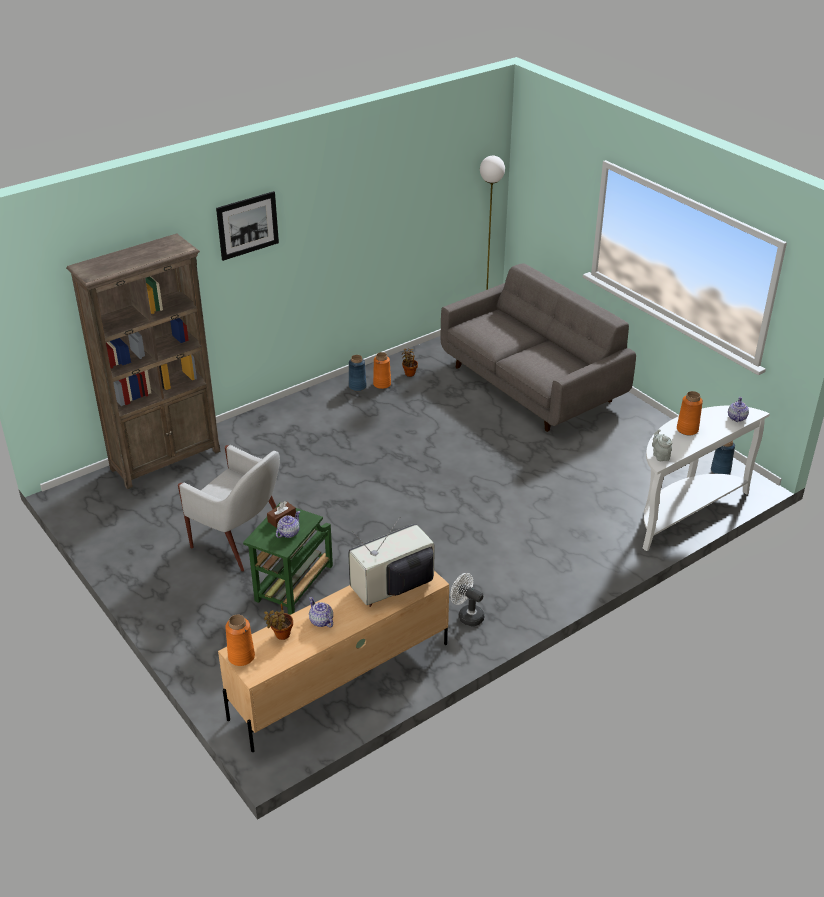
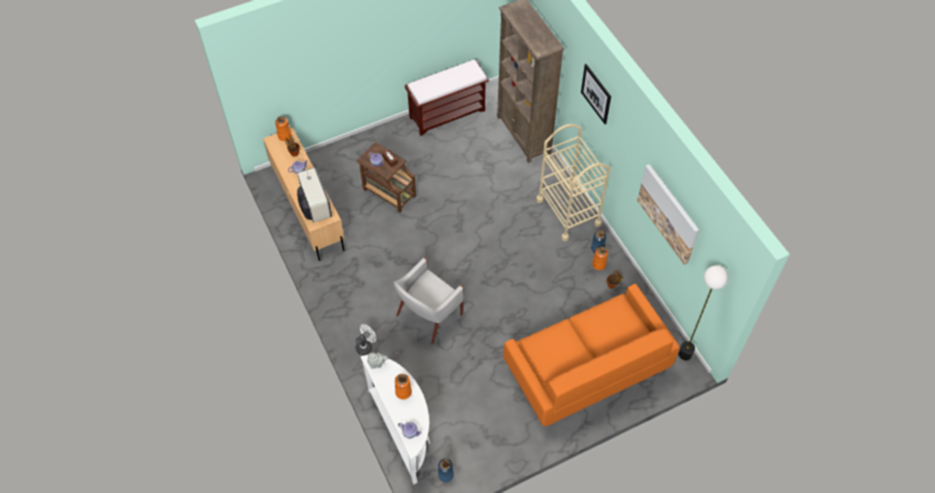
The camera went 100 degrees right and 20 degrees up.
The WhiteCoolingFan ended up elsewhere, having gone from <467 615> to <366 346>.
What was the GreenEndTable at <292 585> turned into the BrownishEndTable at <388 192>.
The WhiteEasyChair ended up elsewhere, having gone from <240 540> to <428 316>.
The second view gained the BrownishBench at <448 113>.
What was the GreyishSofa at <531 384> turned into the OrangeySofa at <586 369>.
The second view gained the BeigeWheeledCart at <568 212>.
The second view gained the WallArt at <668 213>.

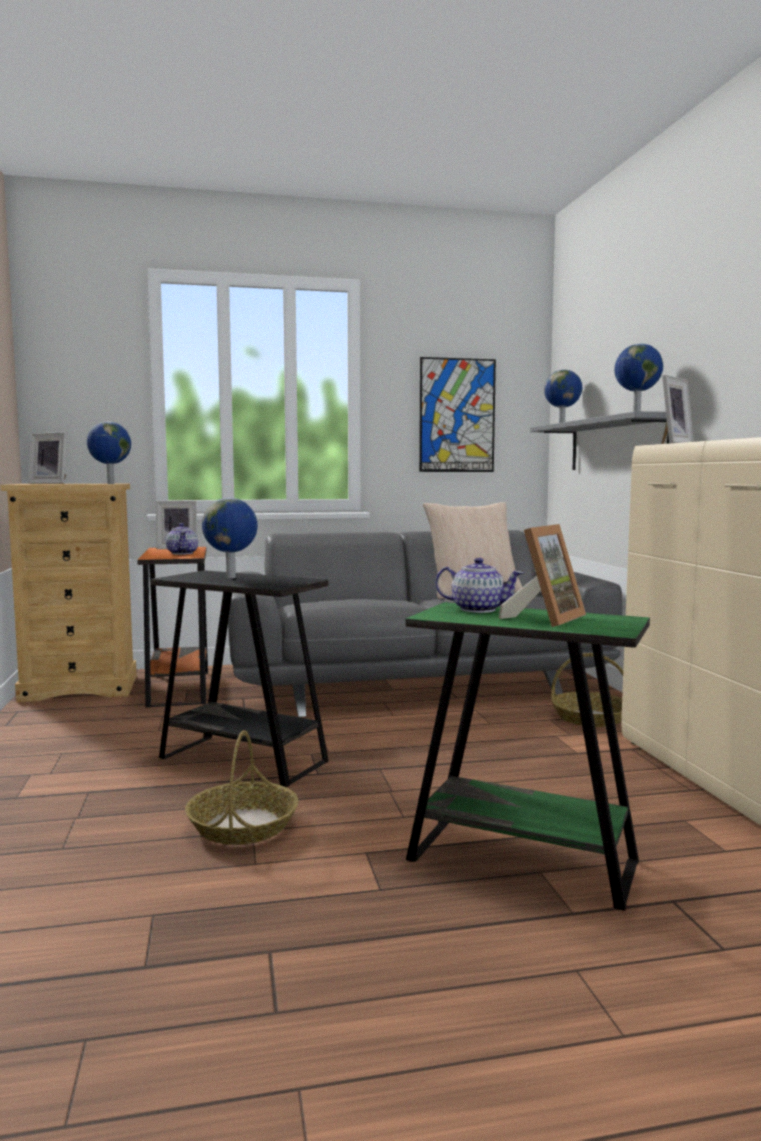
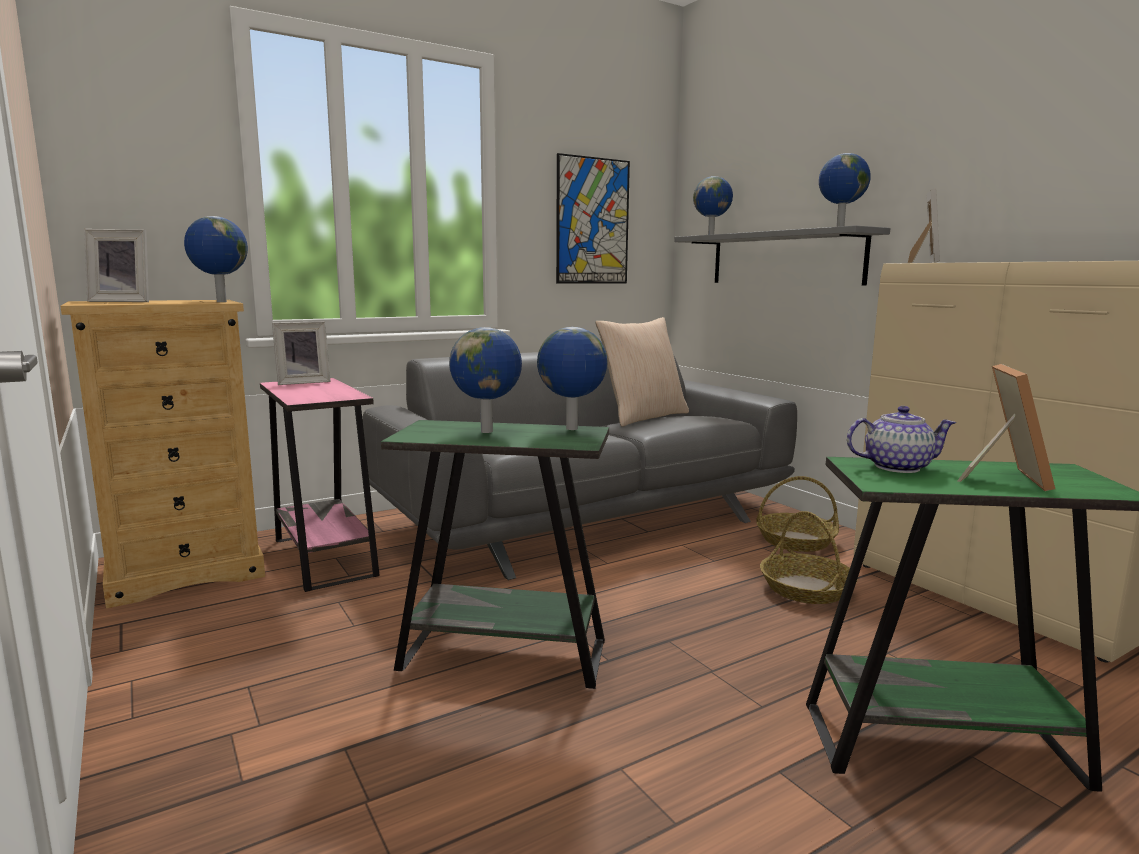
The camera went 20 degrees left and 5 degrees up.
What was the OrangeyEndTable at <179 689> turned into the PinkColouredEndTable at <324 557>.
What was the BlackColouredEndTable at <243 760> turned into the GreenEndTable at <503 655>.
The second view gained the WorldGlobe at <571 429>.
The HouseholdBasket ended up elsewhere, having gone from <242 825> to <805 588>.
The second view lost the Teapot at <182 553>.

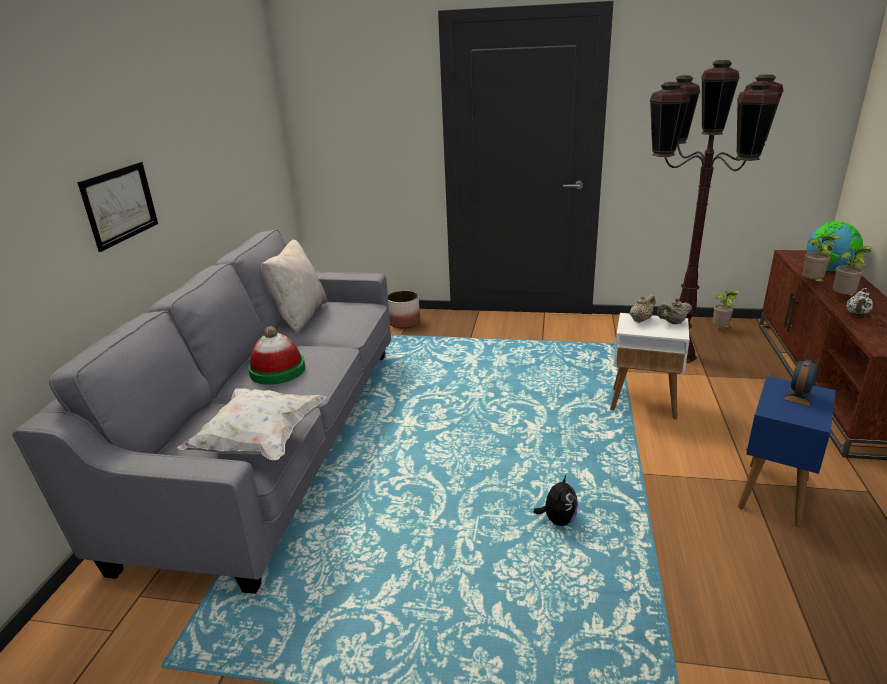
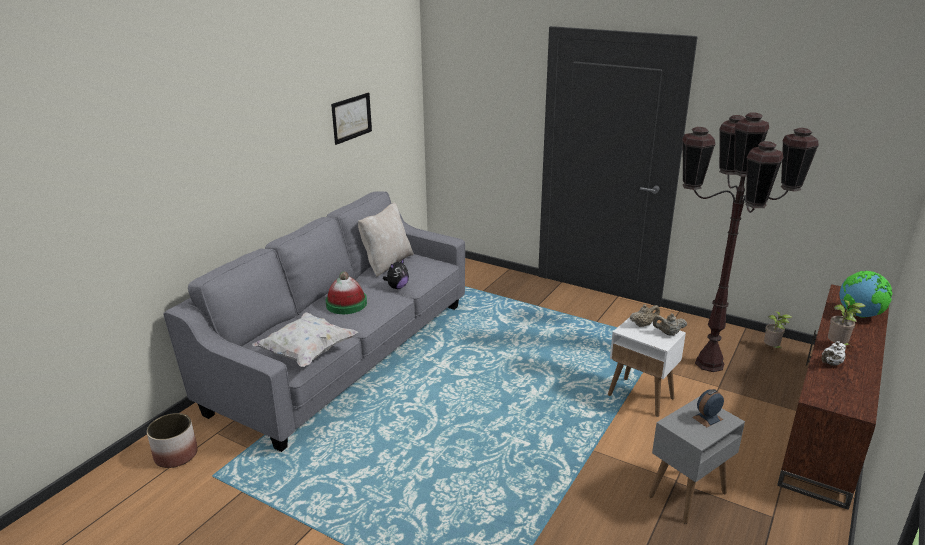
The camera went 20 degrees right and 0 degrees up.
The FlowerPot ended up elsewhere, having gone from <404 322> to <176 455>.
The WallArt ended up elsewhere, having gone from <120 204> to <351 118>.
The CuddlyToy ended up elsewhere, having gone from <558 520> to <397 287>.
What was the BluishEndTable at <773 494> turned into the GreyishEndTable at <687 495>.
The second view lost the PlantInAPot at <813 283>.

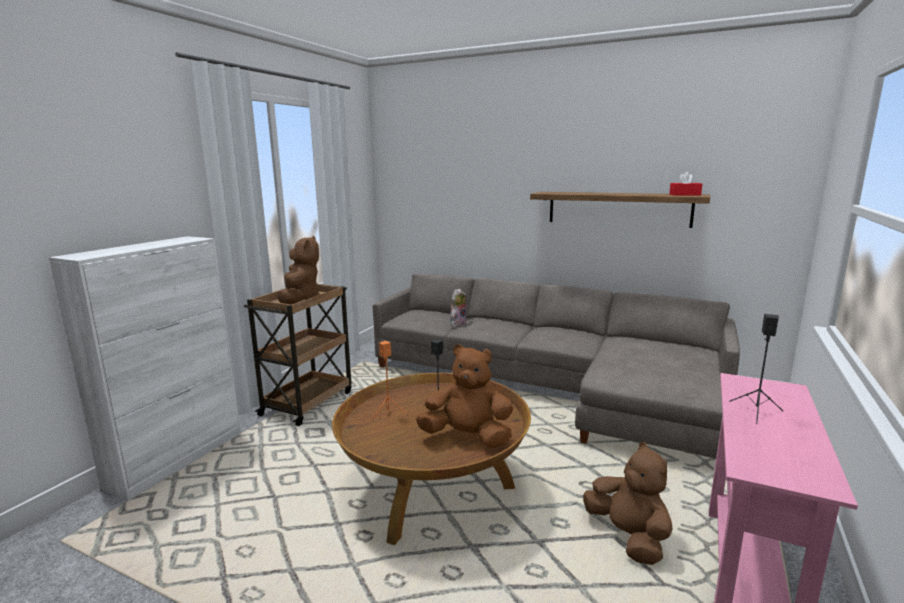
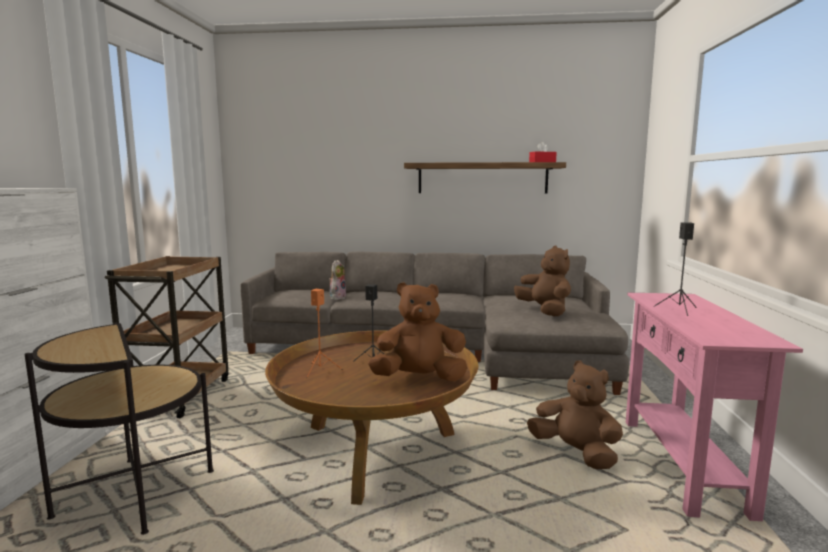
The camera went 20 degrees left and 5 degrees down.
The second view gained the EndTable at <137 494>.
The BrownishCuddlyToy ended up elsewhere, having gone from <300 299> to <544 311>.

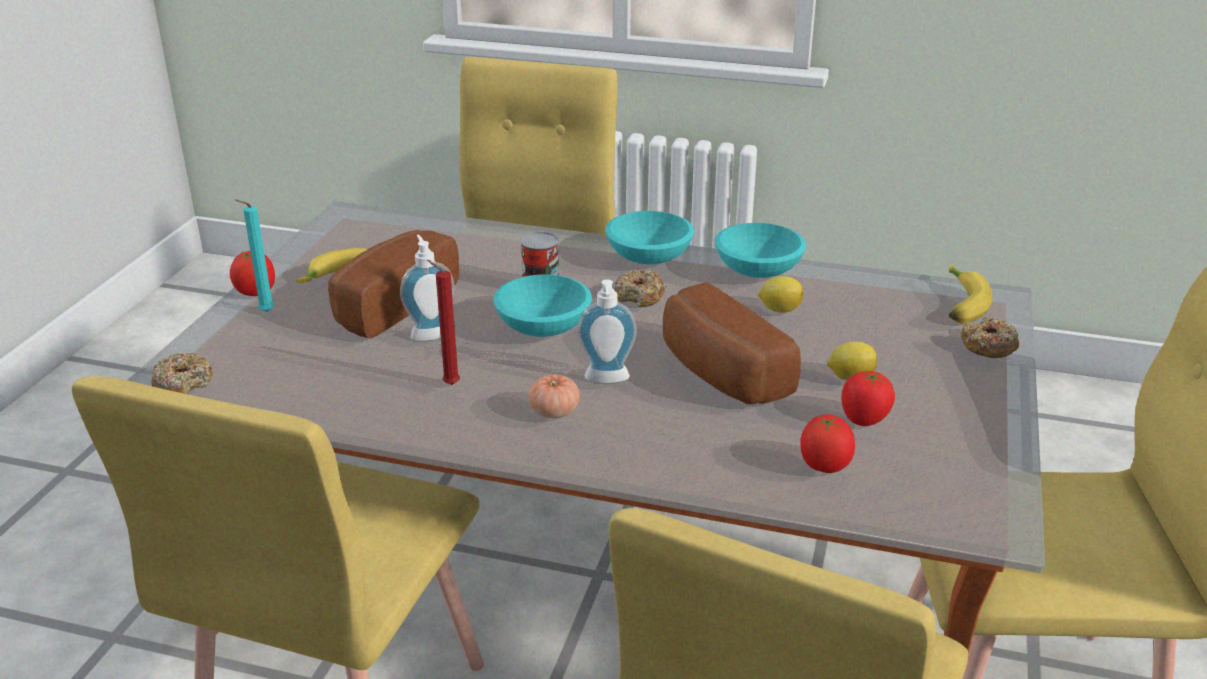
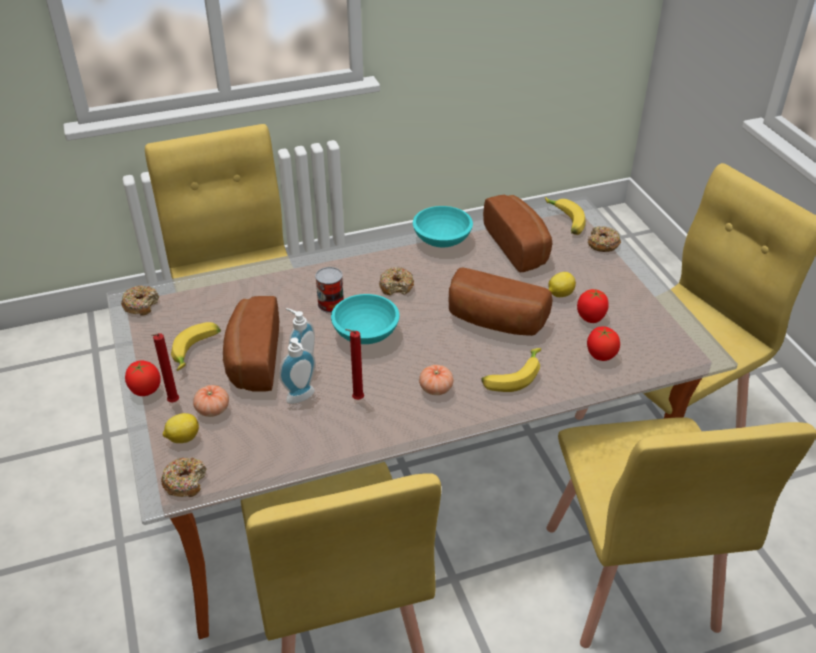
The camera went 35 degrees left and 10 degrees up.
The second view gained the Doughnut at <141 305>.
What was the TurquoiseColouredWaxLight at <264 312> turned into the RedWaxLight at <172 403>.
The Lemon ended up elsewhere, having gone from <779 309> to <183 438>.
The second view gained the WholeTomato at <212 409>.
The SoapDispenser ended up elsewhere, having gone from <607 380> to <302 398>.
The second view gained the Banana at <512 376>.
The second view gained the Bread at <519 246>.
The second view lost the TurquoiseColouredDeepDish at <648 258>.

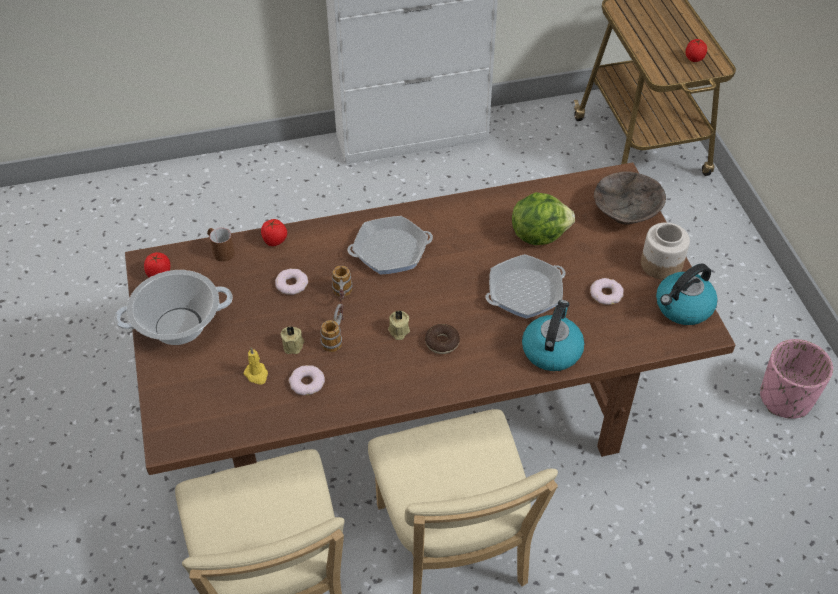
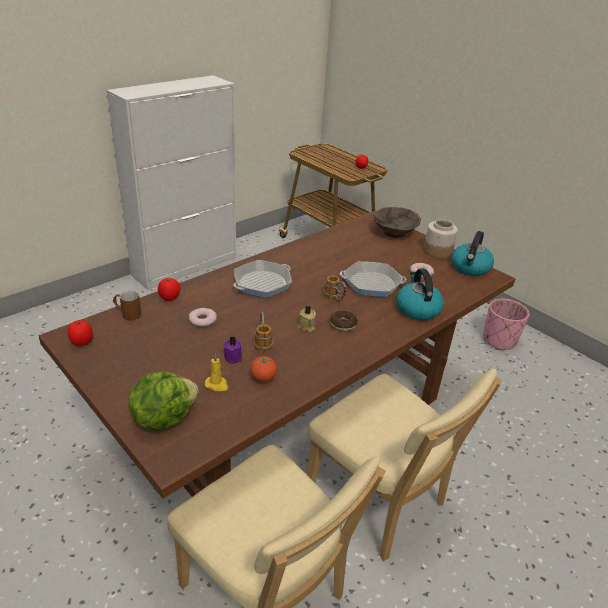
The camera went 30 degrees left and 15 degrees down.
The LettuceHead ended up elsewhere, having gone from <538 234> to <163 417>.
What was the BeigeWaxLight at <294 345> turned into the PurplishWaxLight at <233 357>.
Where the Doughnut stood at <307 383>, the WholeTomato came to stand at <263 378>.
The CoffeeMug ended up elsewhere, having gone from <342 296> to <335 300>.
The Skillet at <525 292> ended up facing another way, 60 degrees clockwise from before.
The second view lost the Stockpot at <179 325>.

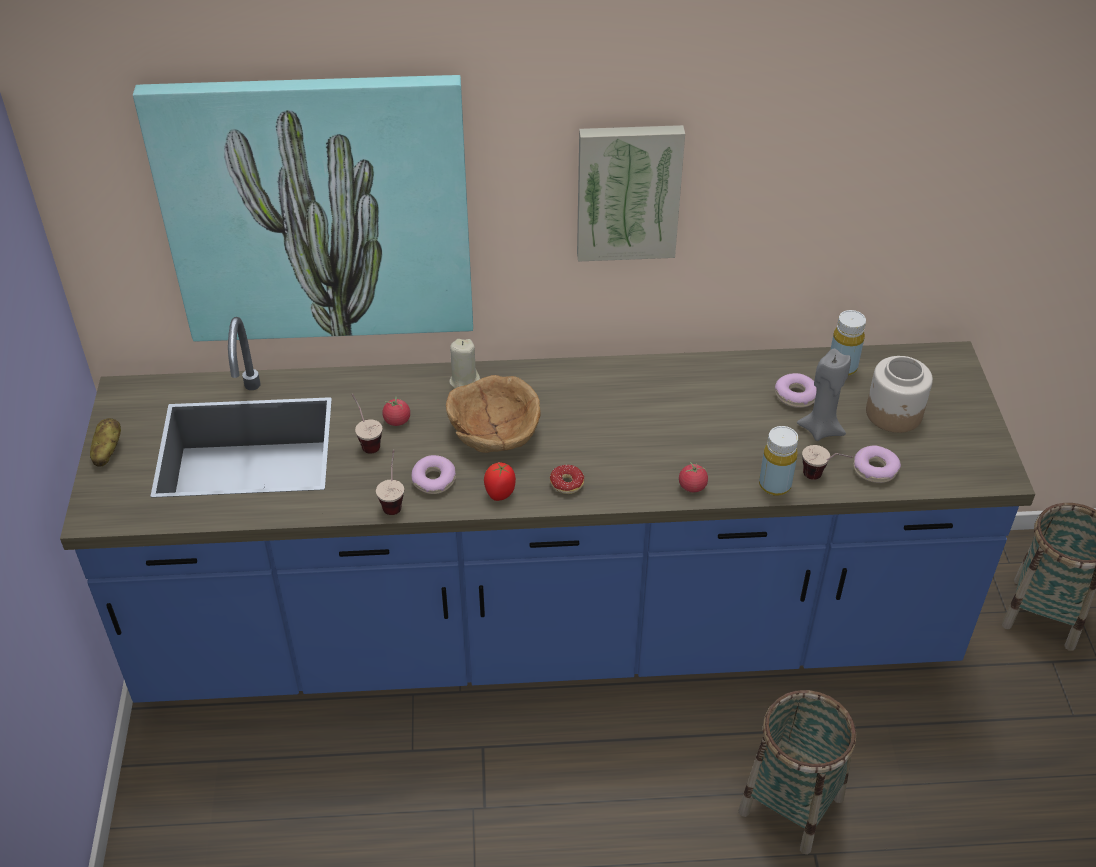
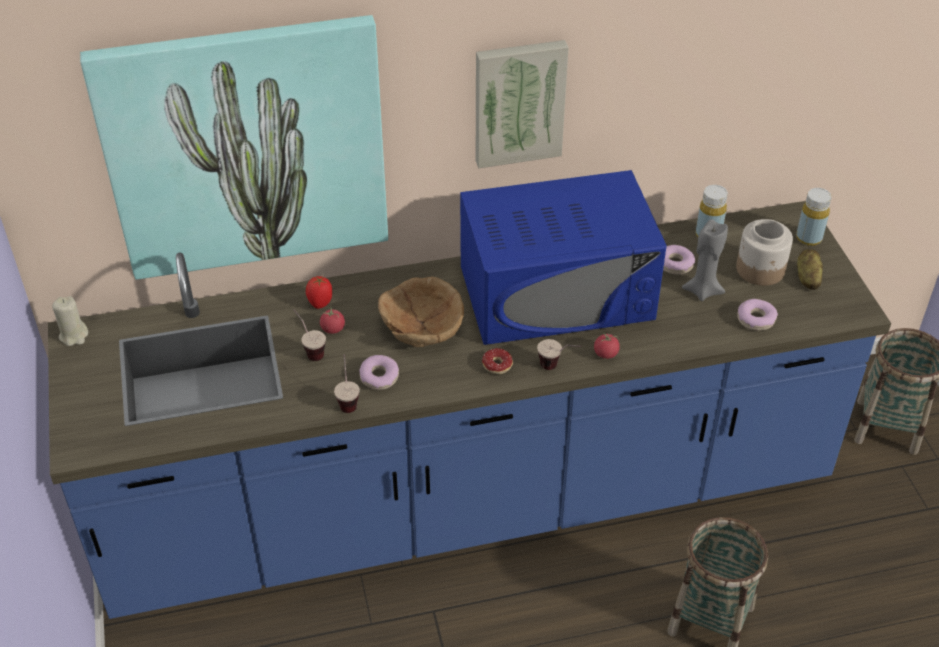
The camera went 10 degrees left and 0 degrees up.
The BeigeWaxLight ended up elsewhere, having gone from <465 382> to <74 335>.
The WholeTomato ended up elsewhere, having gone from <500 493> to <320 303>.
The second view gained the BluishKitchenMicrowave at <557 292>.
The Cup ended up elsewhere, having gone from <822 478> to <557 367>.
The YellowColouredBottle ended up elsewhere, having gone from <775 485> to <808 238>.
The Spud ended up elsewhere, having gone from <107 452> to <807 278>.

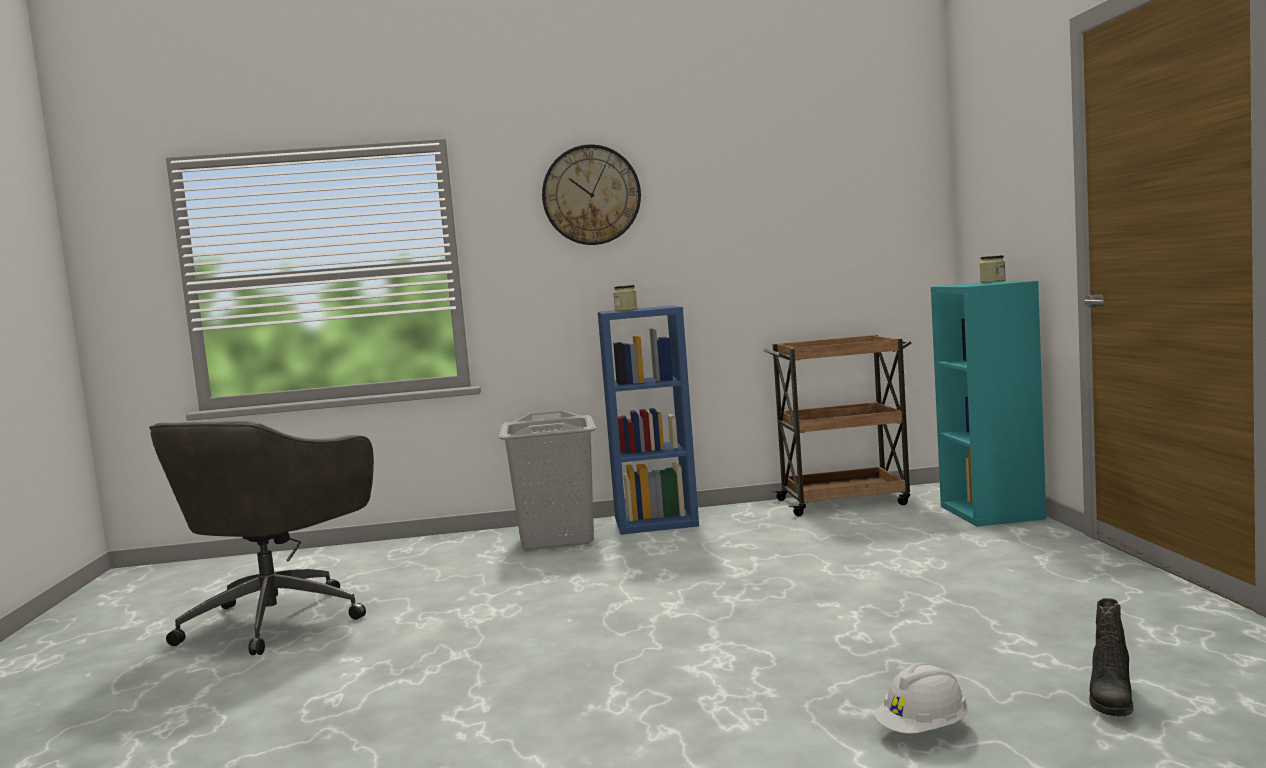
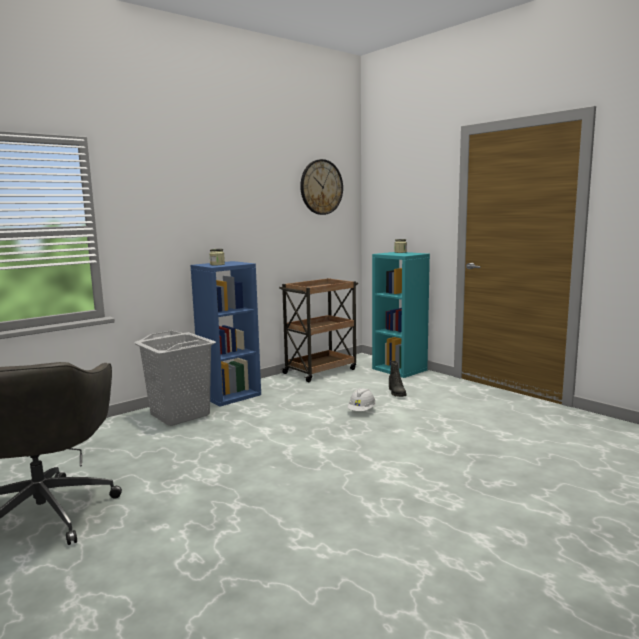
The camera went 35 degrees left and 5 degrees up.
The WallClock ended up elsewhere, having gone from <591 195> to <321 187>.
The WhiteWorkHelmet ended up elsewhere, having gone from <923 730> to <362 411>.
The BlackColouredBoot ended up elsewhere, having gone from <1110 699> to <396 393>.

